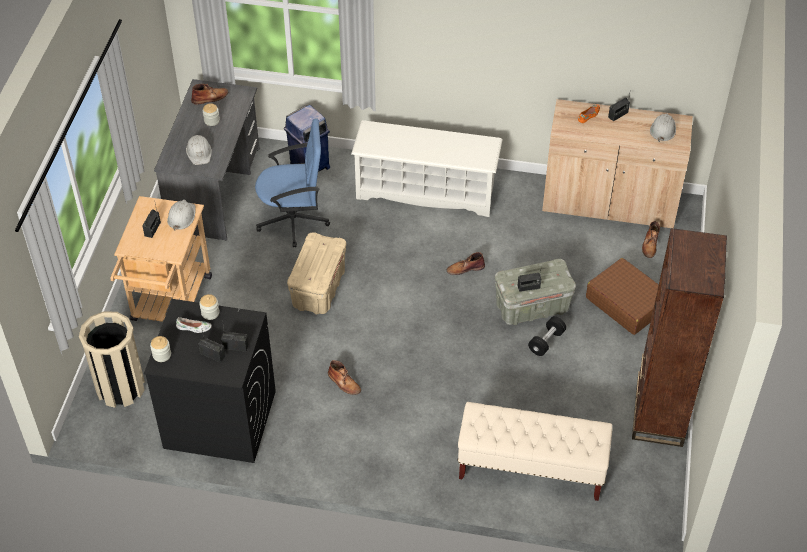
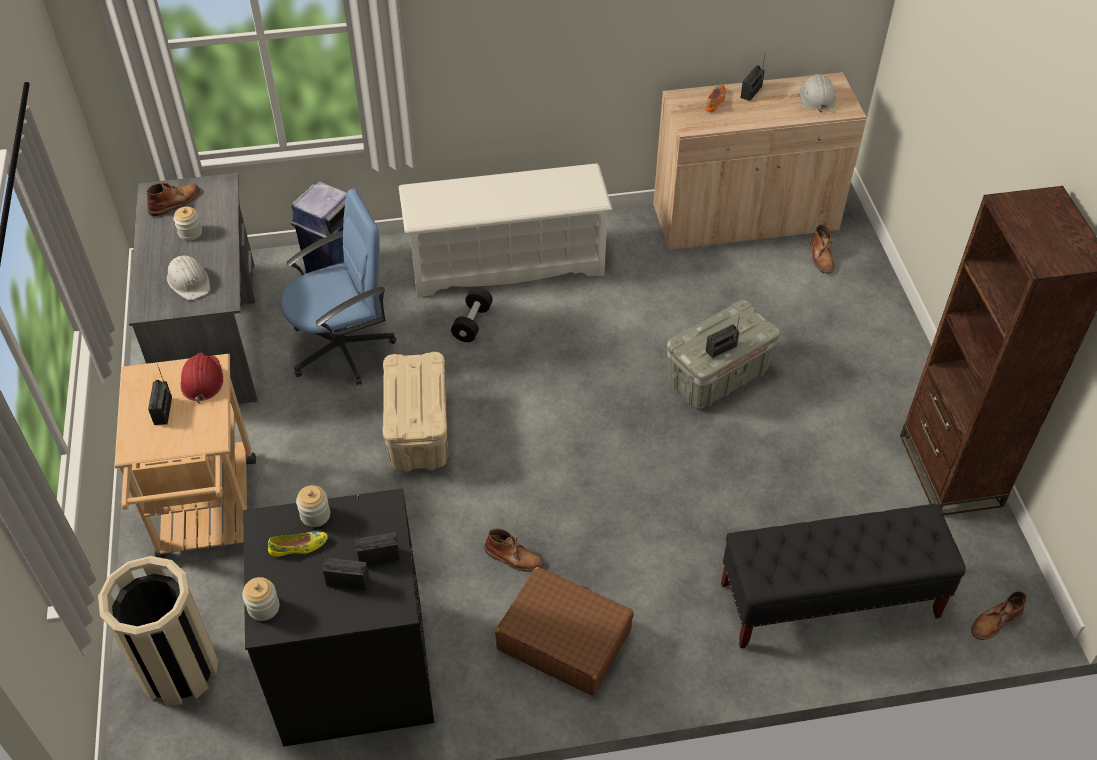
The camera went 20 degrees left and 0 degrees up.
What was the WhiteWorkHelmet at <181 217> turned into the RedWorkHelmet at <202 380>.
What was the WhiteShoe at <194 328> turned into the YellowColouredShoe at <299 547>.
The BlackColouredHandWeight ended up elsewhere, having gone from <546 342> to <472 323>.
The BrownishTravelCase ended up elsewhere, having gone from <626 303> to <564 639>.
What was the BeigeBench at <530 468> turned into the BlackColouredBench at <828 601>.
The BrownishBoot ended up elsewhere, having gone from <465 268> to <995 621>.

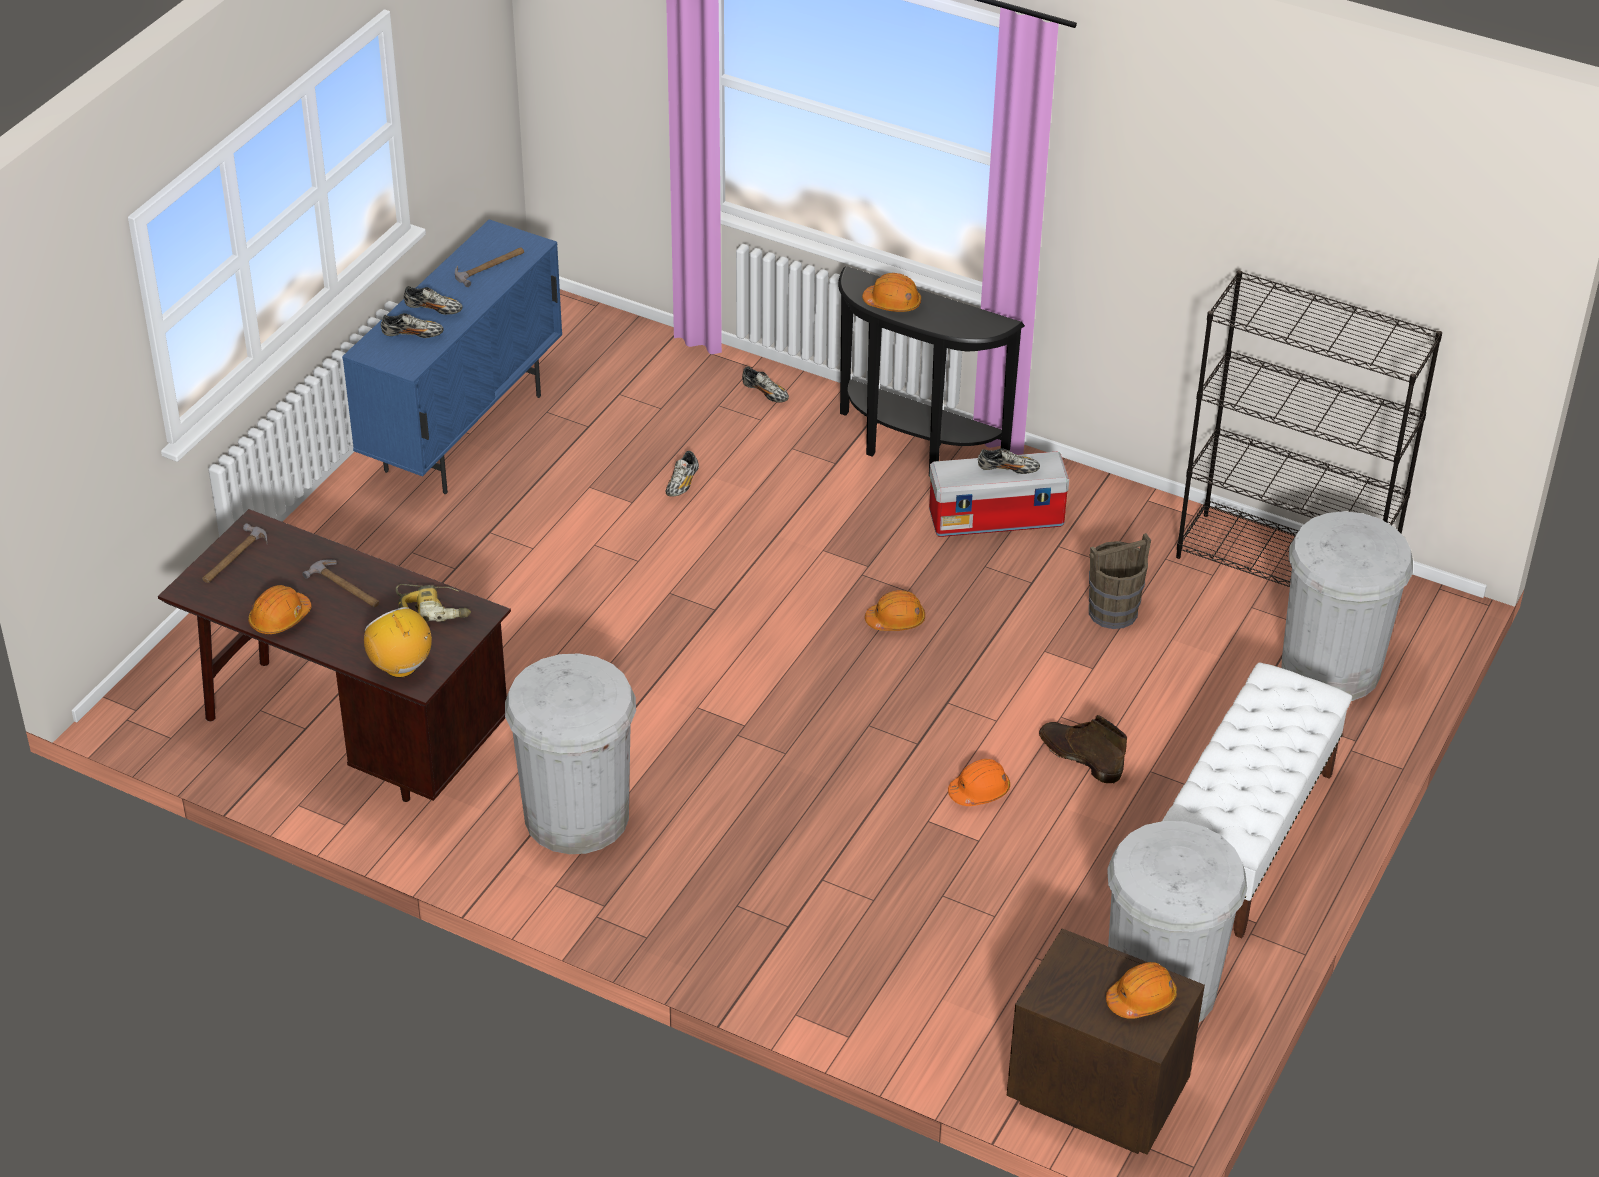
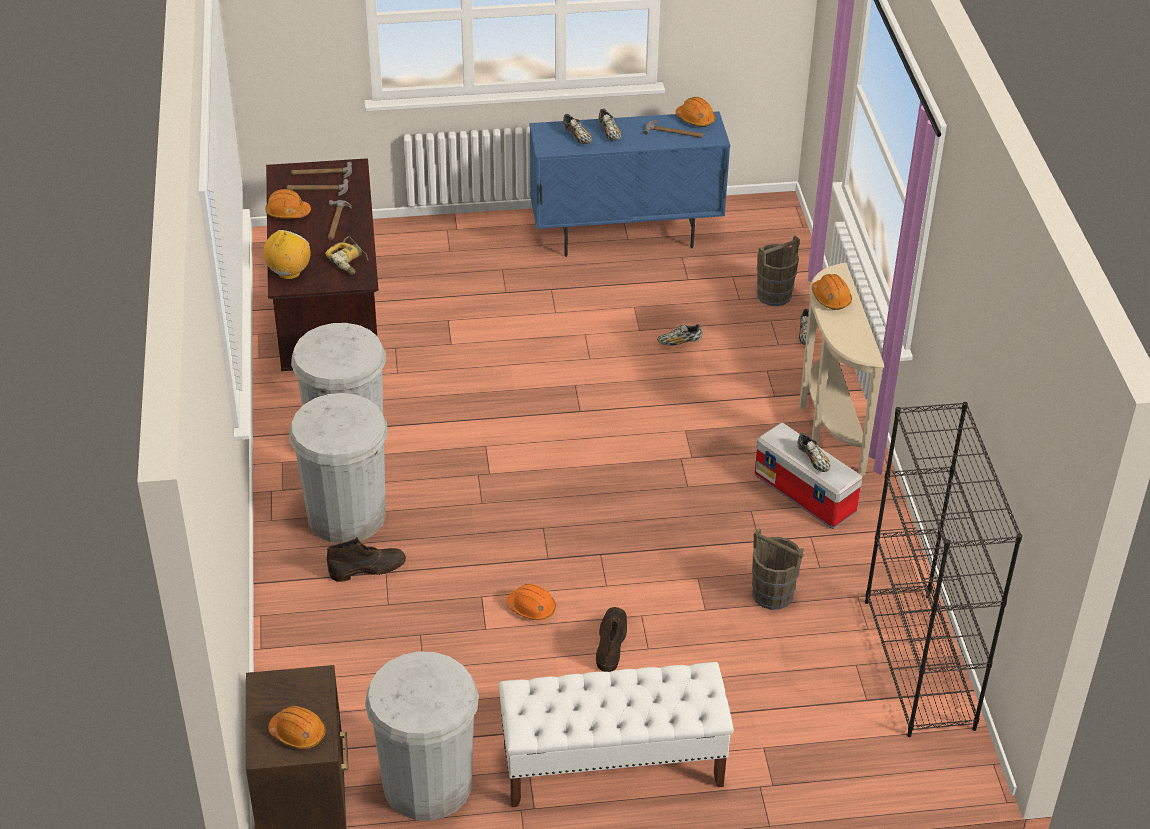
The camera went 55 degrees right and 0 degrees up.
The second view gained the ToolHammer at <317 189>.
The WhiteRubbishBin ended up elsewhere, having gone from <1330 668> to <346 515>.
The second view gained the BrownishBoot at <368 568>.
The OrangeyWorkHelmet ended up elsewhere, having gone from <895 620> to <695 119>.
The second view gained the BrownishPail at <774 295>.
What was the BlackColouredNarrowTable at <914 451> turned into the BeigeNarrowTable at <827 425>.

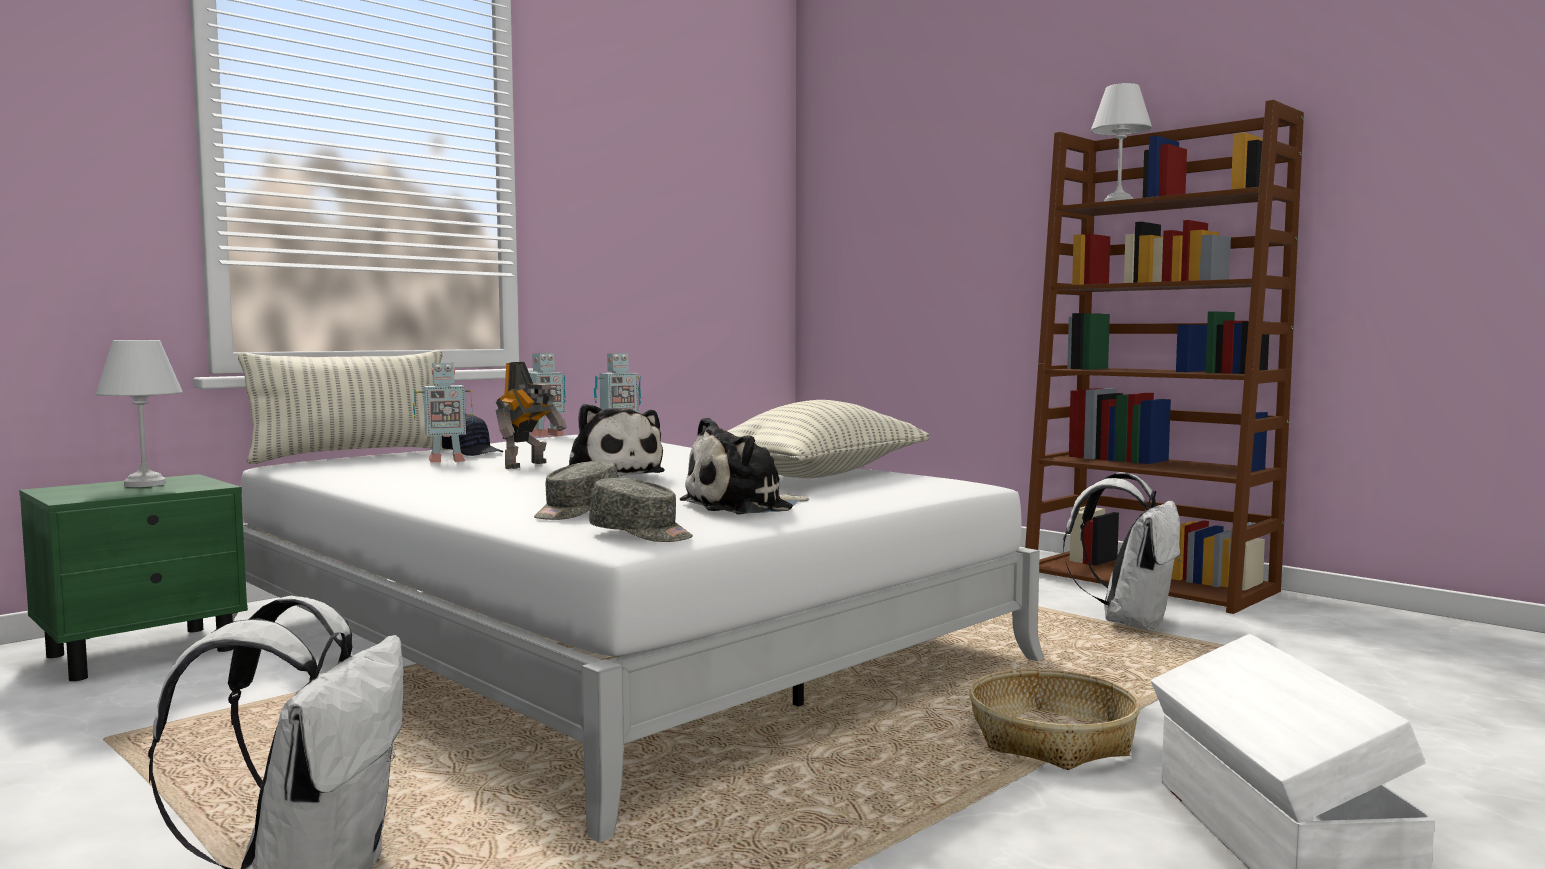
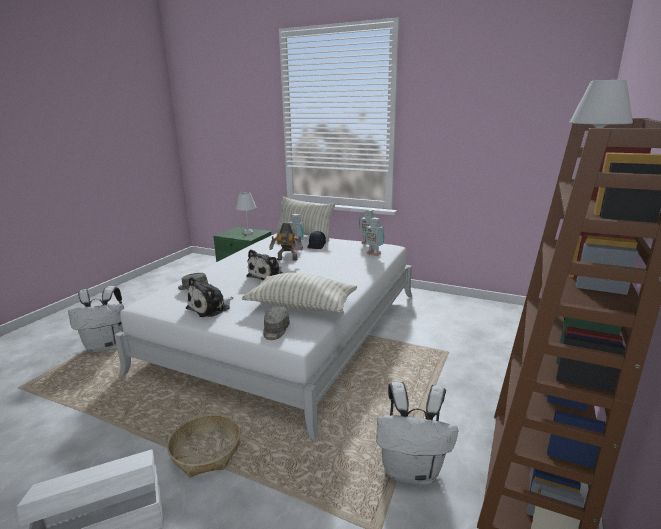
The camera went 70 degrees right and 15 degrees up.
The CuddlyToy at <743 507> ended up facing another way, 90 degrees counterclockwise from before.
The GreyishCap ended up elsewhere, having gone from <642 534> to <275 330>.

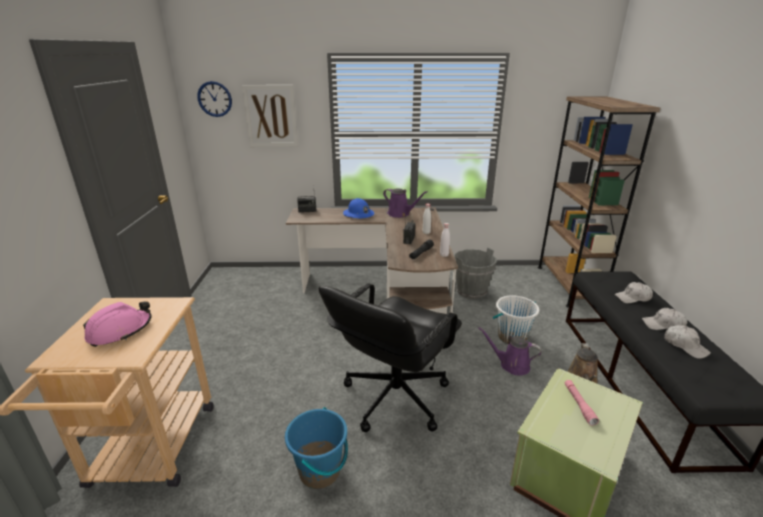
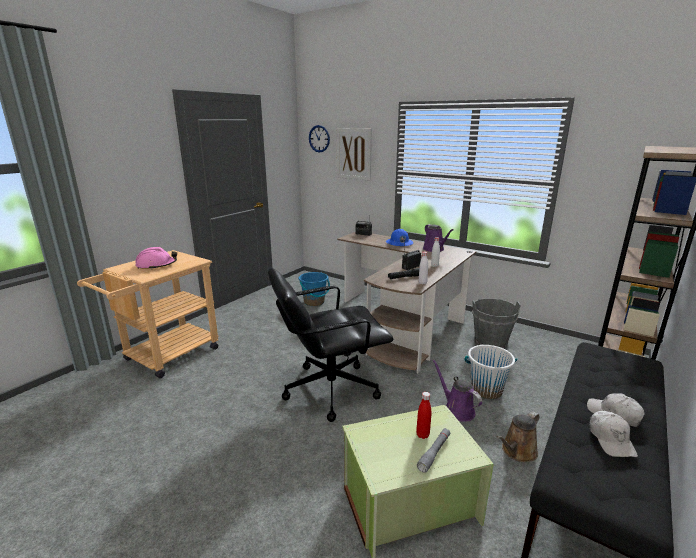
The camera went 35 degrees right and 5 degrees down.
The BluishPail ended up elsewhere, having gone from <320 471> to <314 302>.
Where the PinkColouredHandTorch stood at <579 404>, the RedBottle came to stand at <422 435>.
The second view gained the GreyishHandTorch at <434 453>.
The second view lost the WhiteCap at <633 298>.

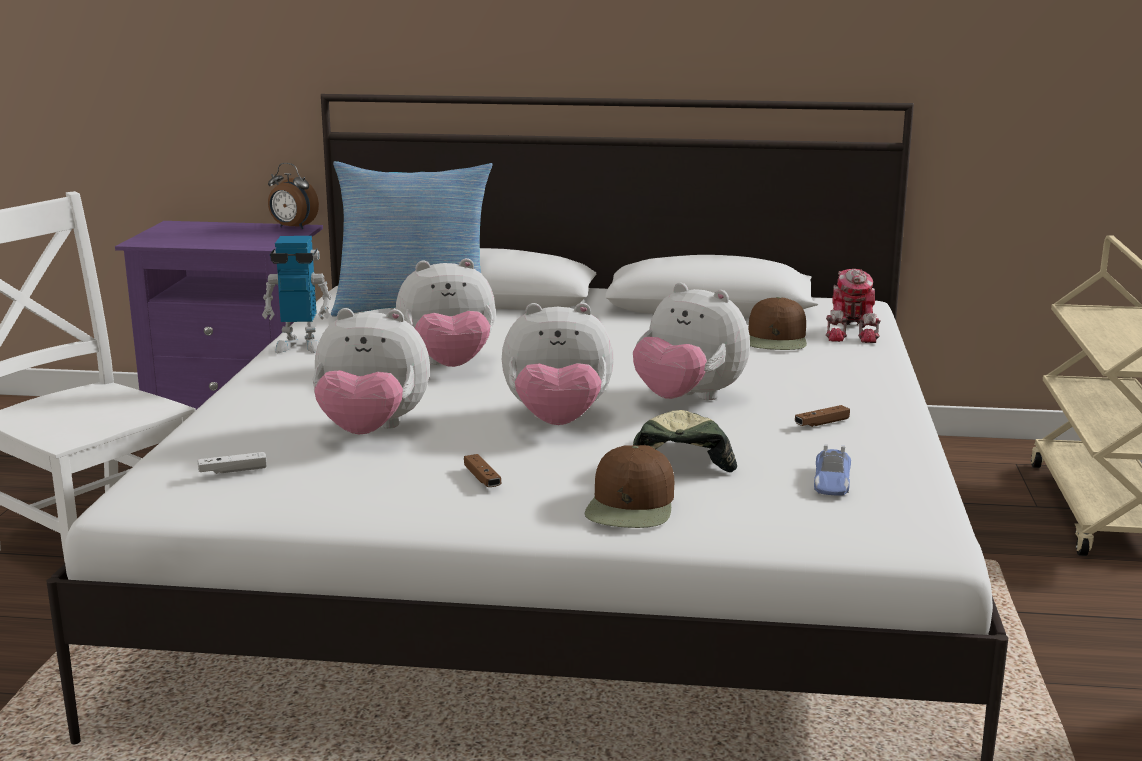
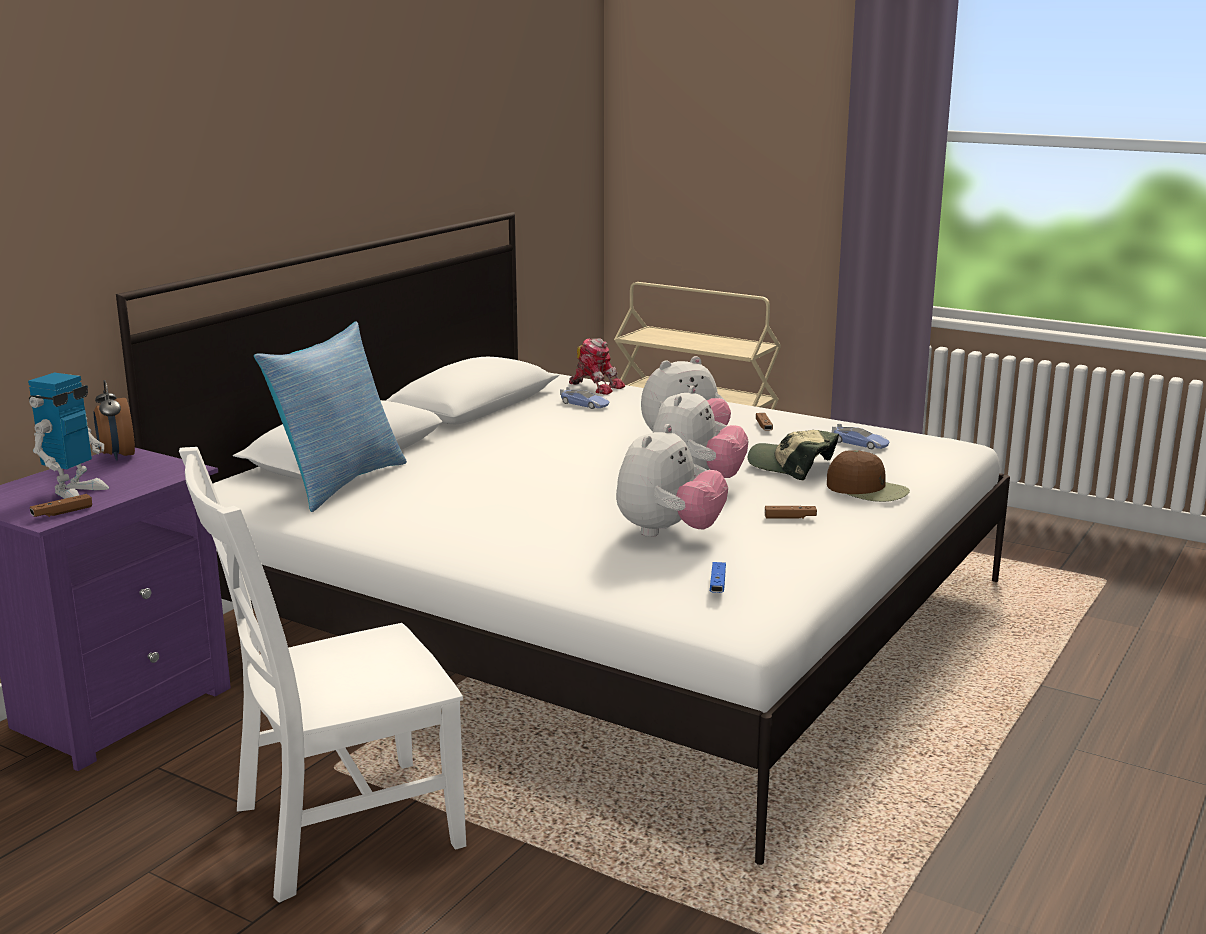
The camera went 65 degrees left and 0 degrees up.
The RobotFigure ended up elsewhere, having gone from <299 346> to <75 492>.
The second view gained the BrownishGamepad at <62 513>.
The TableClock at <292 228> ended up facing another way, 105 degrees clockwise from before.
Where the BrownishCap stood at <777 339>, the ToyCar came to stand at <584 404>.
What was the WhiteGamepad at <233 471> turned into the BluishGamepad at <717 584>.
The second view lost the CuddlyToy at <449 366>.

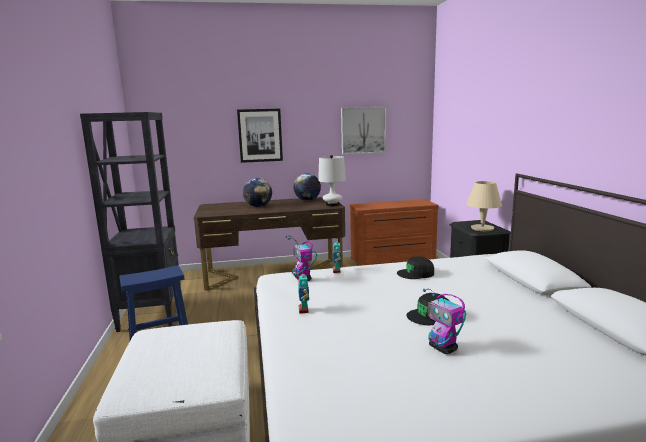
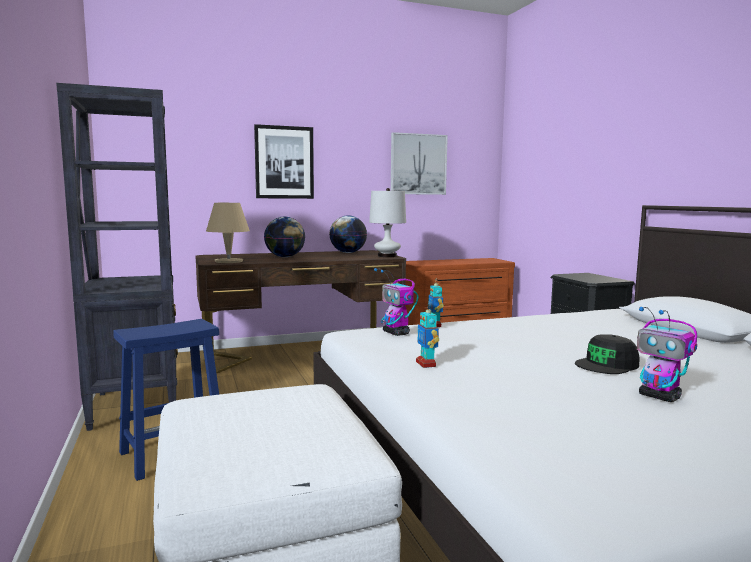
The camera went 10 degrees left and 5 degrees down.
The BeigeLampForATable ended up elsewhere, having gone from <482 228> to <229 261>.
The second view lost the BlackColouredCap at <416 273>.

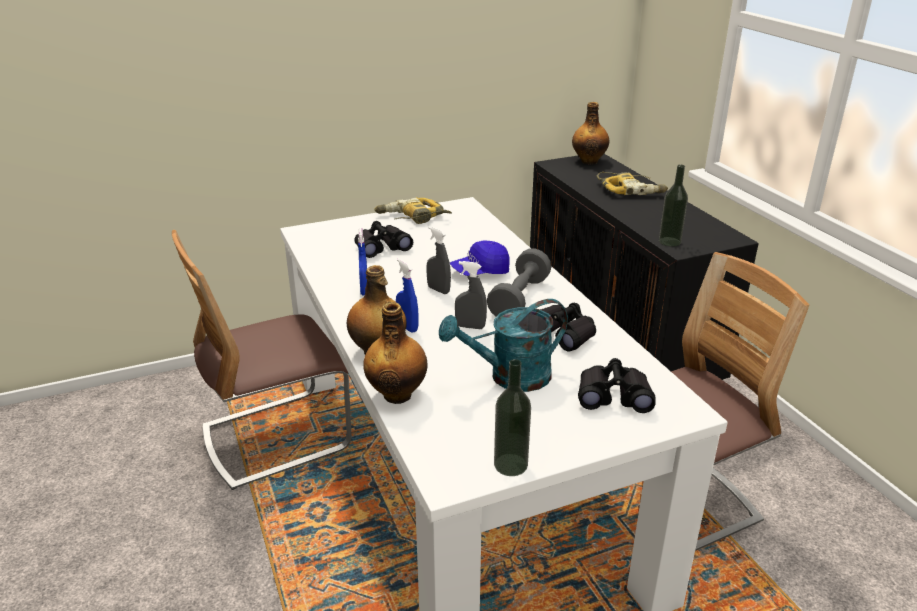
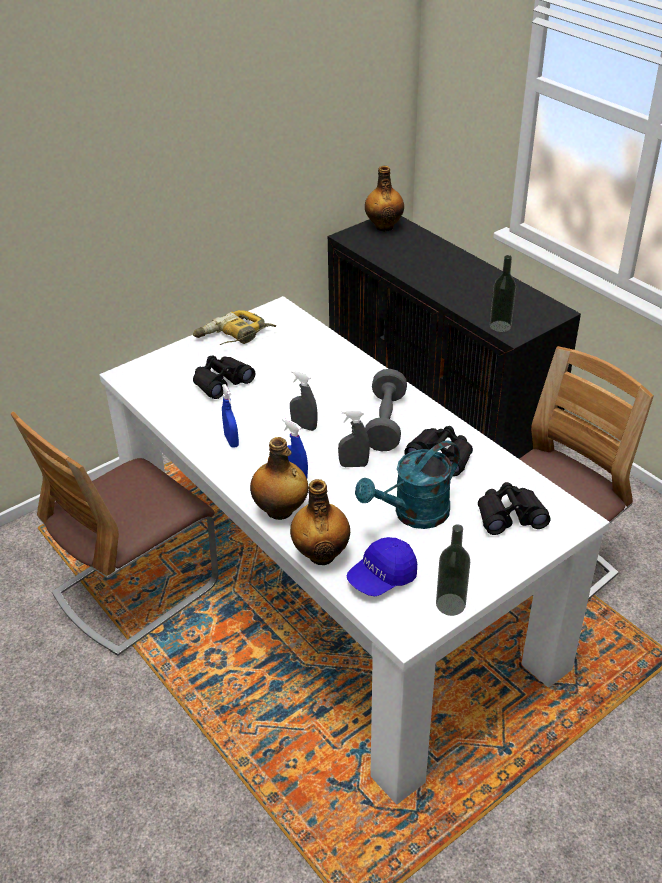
The camera went 15 degrees left and 10 degrees up.
The BluishCap ended up elsewhere, having gone from <480 272> to <382 578>.
The second view lost the PowerDrill at <631 190>.

